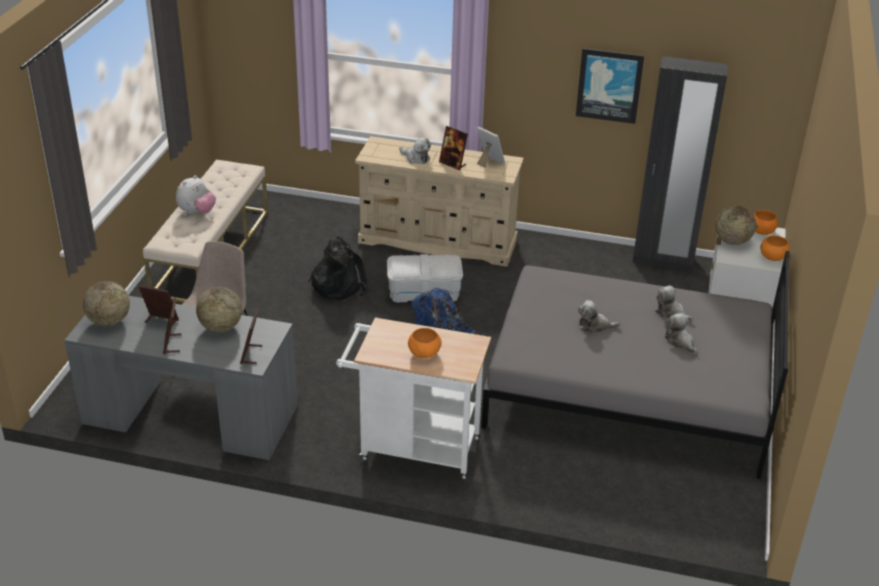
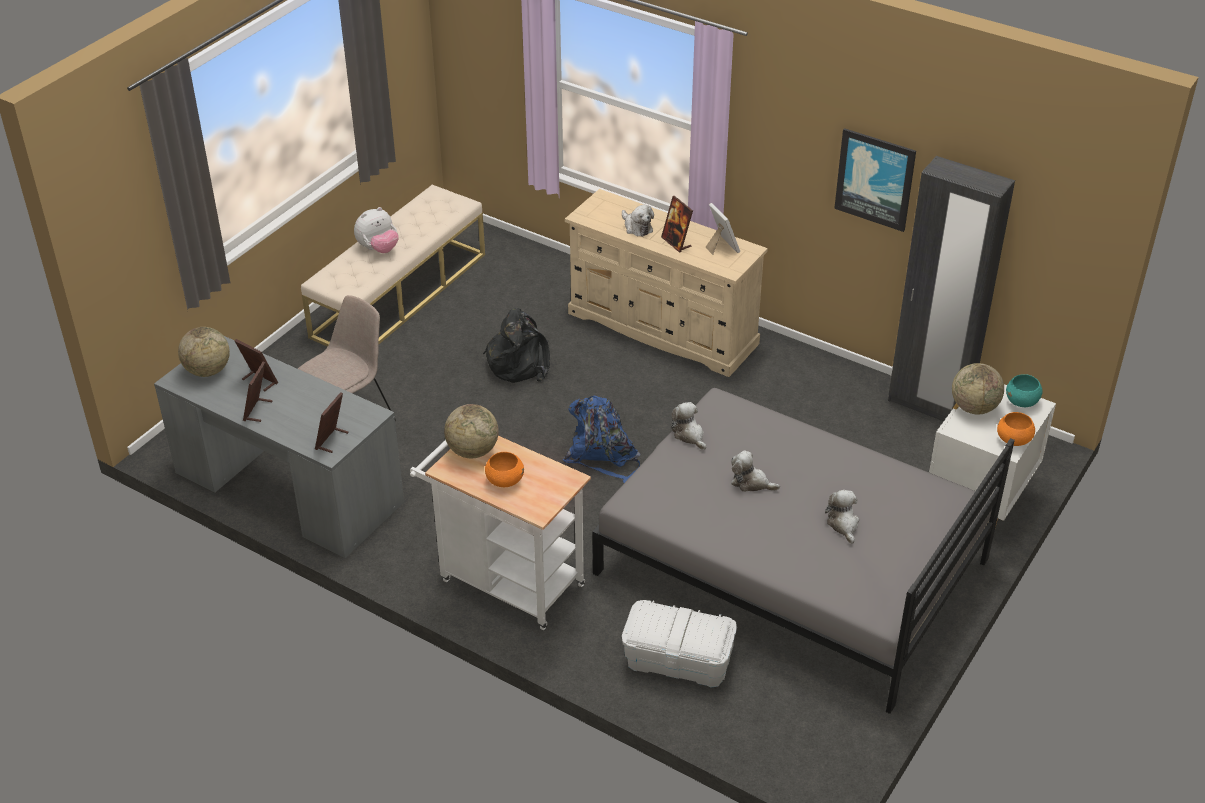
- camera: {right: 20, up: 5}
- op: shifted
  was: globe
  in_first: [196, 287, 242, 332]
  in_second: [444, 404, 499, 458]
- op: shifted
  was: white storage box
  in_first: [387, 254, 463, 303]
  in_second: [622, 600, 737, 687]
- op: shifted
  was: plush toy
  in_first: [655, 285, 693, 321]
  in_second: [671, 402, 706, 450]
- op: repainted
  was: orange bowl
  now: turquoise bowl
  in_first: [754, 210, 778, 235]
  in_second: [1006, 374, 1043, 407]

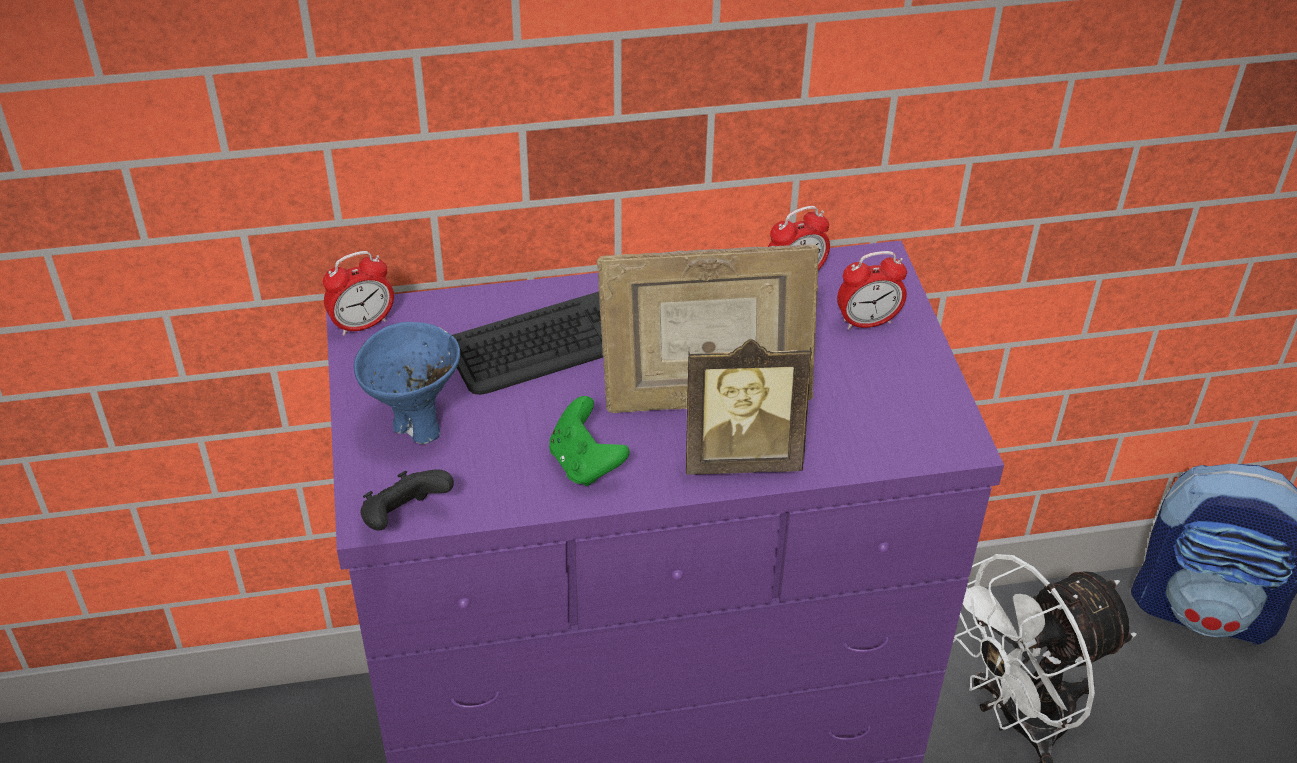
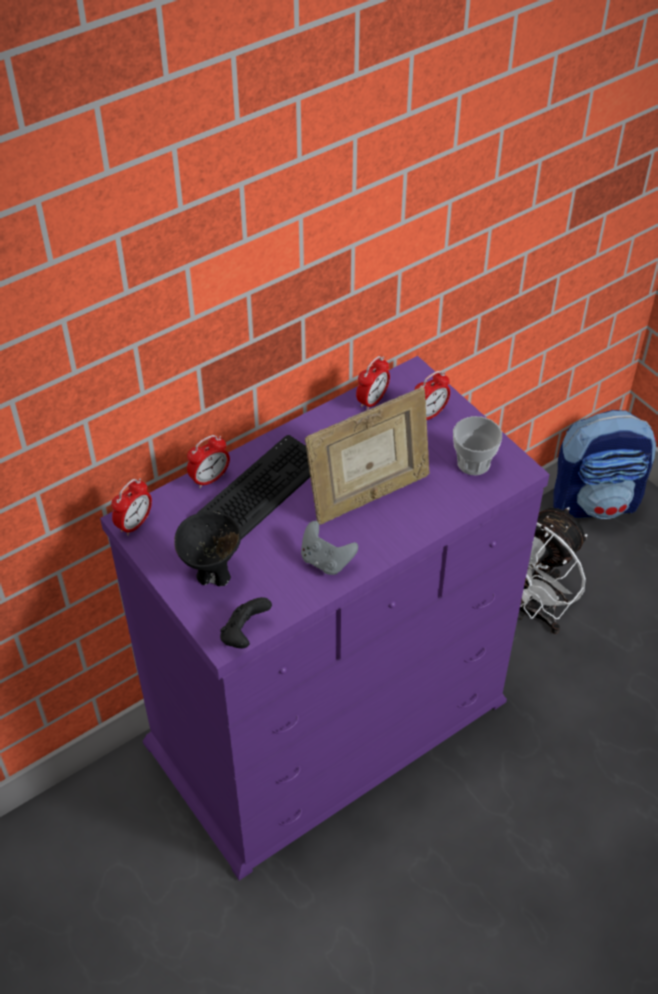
- camera: {right: -25, up: 5}
- op: gone
  was: picture frame
  in_first: [686, 339, 812, 475]
- op: new
  now: alarm clock
  in_second: [187, 435, 230, 488]
- op: new
  now: cup
  in_second: [453, 416, 502, 475]
- op: repainted
  was: blue bowl
  now: black bowl
  in_first: [354, 322, 460, 444]
  in_second: [174, 512, 241, 586]
- op: repainted
  was: green game controller
  now: grey game controller
  in_first: [549, 396, 630, 487]
  in_second: [301, 521, 358, 575]

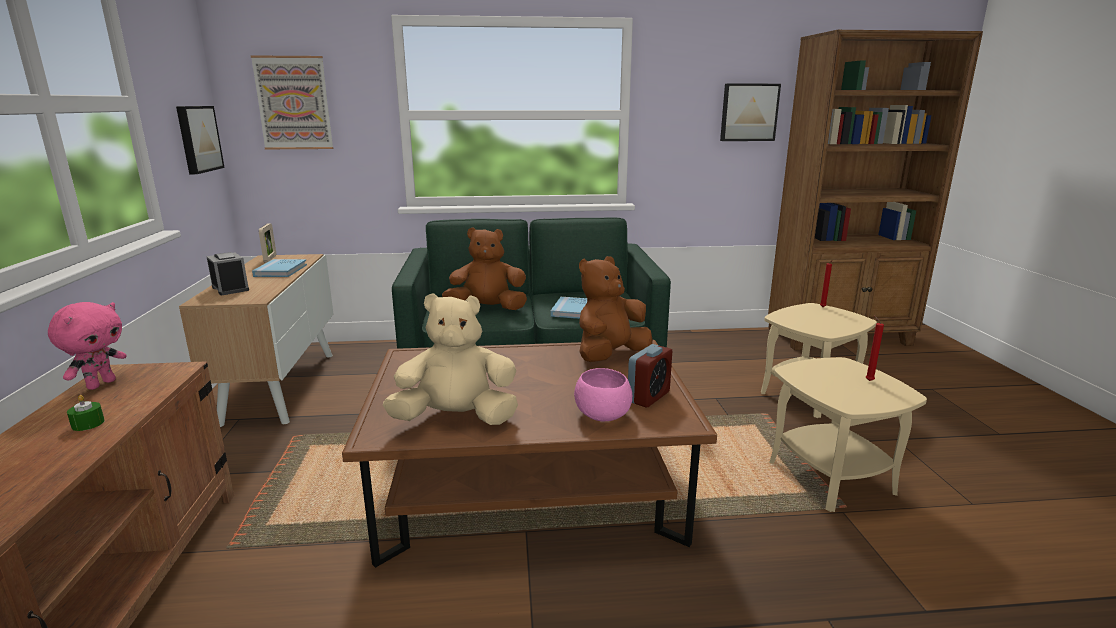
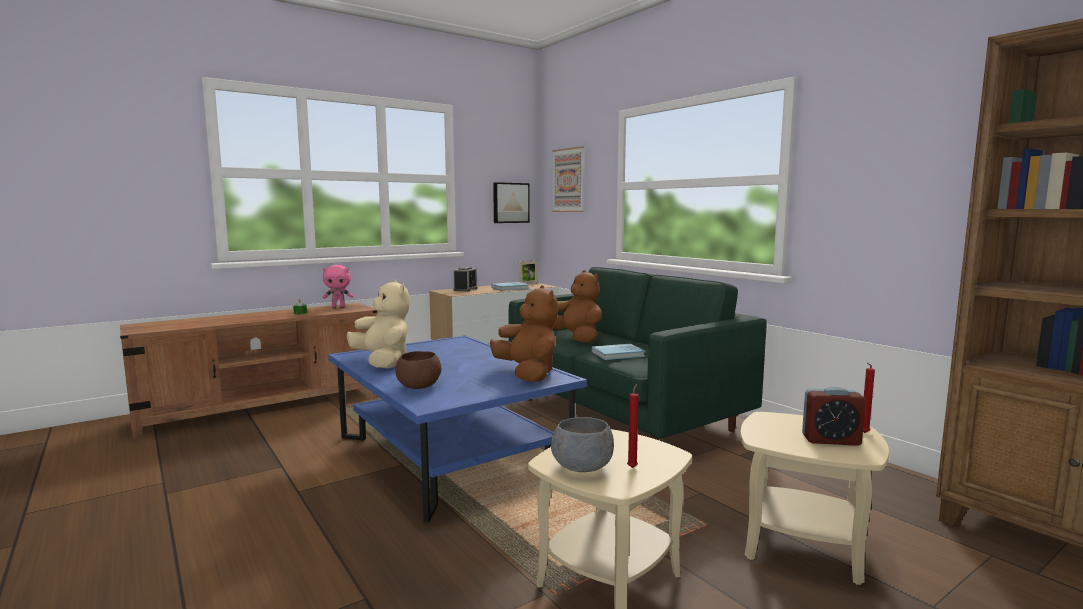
- camera: {right: 60, up: -10}
- op: gone
  was: picture
  in_first: [720, 84, 781, 141]
- op: new
  now: grey bowl
  in_second: [551, 417, 614, 472]
- op: shifted
  was: alarm clock
  in_first: [628, 344, 672, 407]
  in_second: [802, 387, 866, 446]
- op: repainted
  was: brown coffee table
  now: blue coffee table
  in_first: [342, 340, 717, 568]
  in_second: [328, 336, 587, 523]
- op: repainted
  was: pink bowl
  now: brown bowl
  in_first: [574, 368, 633, 421]
  in_second: [395, 351, 441, 389]
- op: rotated
  was: brown plush toy
  in_first: [579, 256, 653, 362]
  in_second: [490, 285, 558, 382]
  clockwise: 45

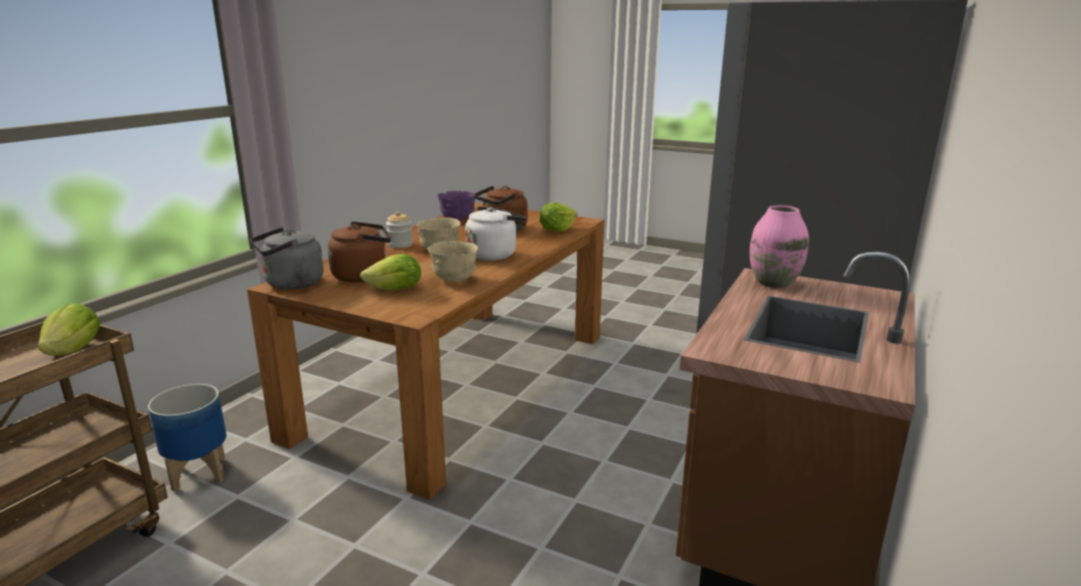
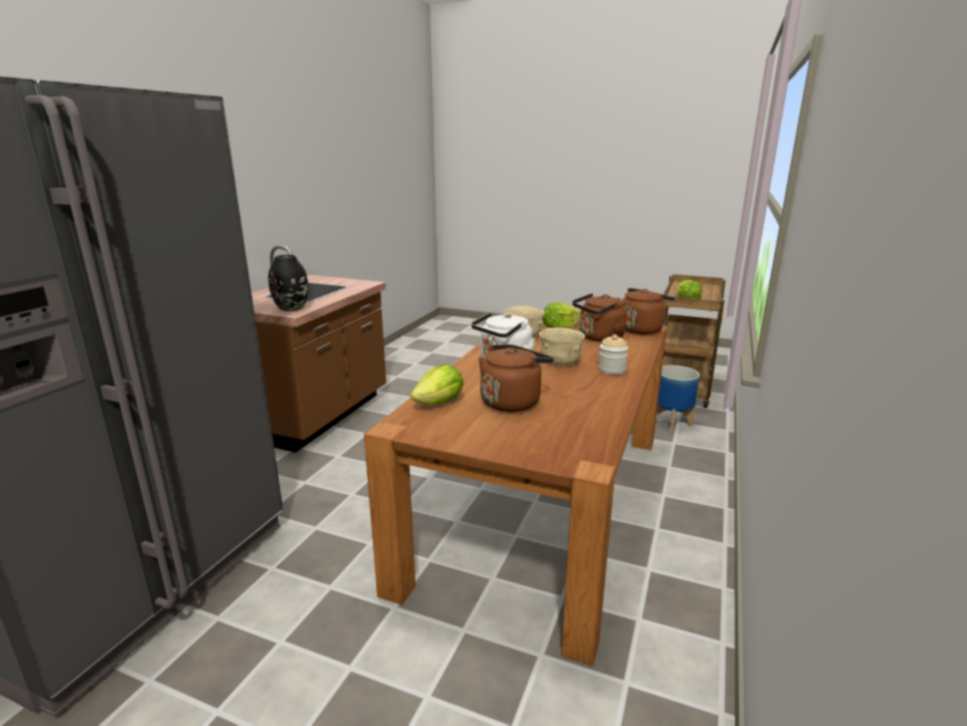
- camera: {right: 175, up: 0}
- op: gone
  was: purple bowl
  in_first: [437, 191, 475, 221]
- op: repainted
  was: grey kettle
  now: brown kettle
  in_first: [251, 227, 324, 289]
  in_second: [617, 288, 675, 335]
- op: repainted
  was: pink vase
  now: black vase
  in_first: [750, 205, 809, 288]
  in_second: [268, 255, 308, 311]

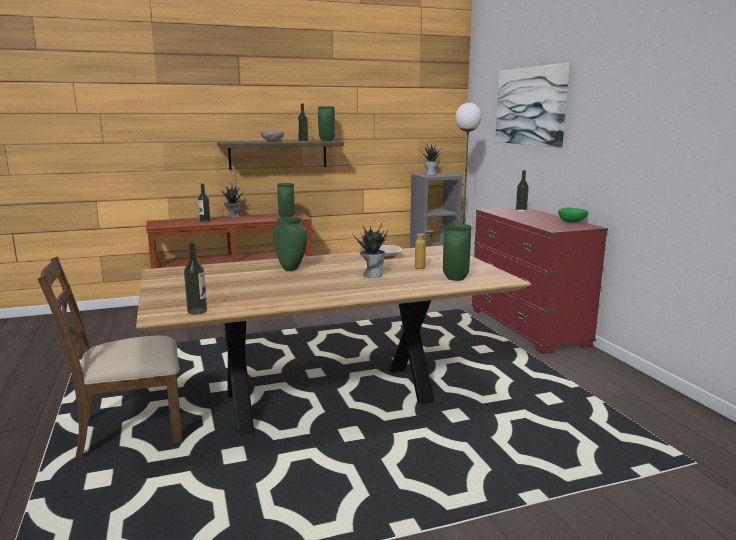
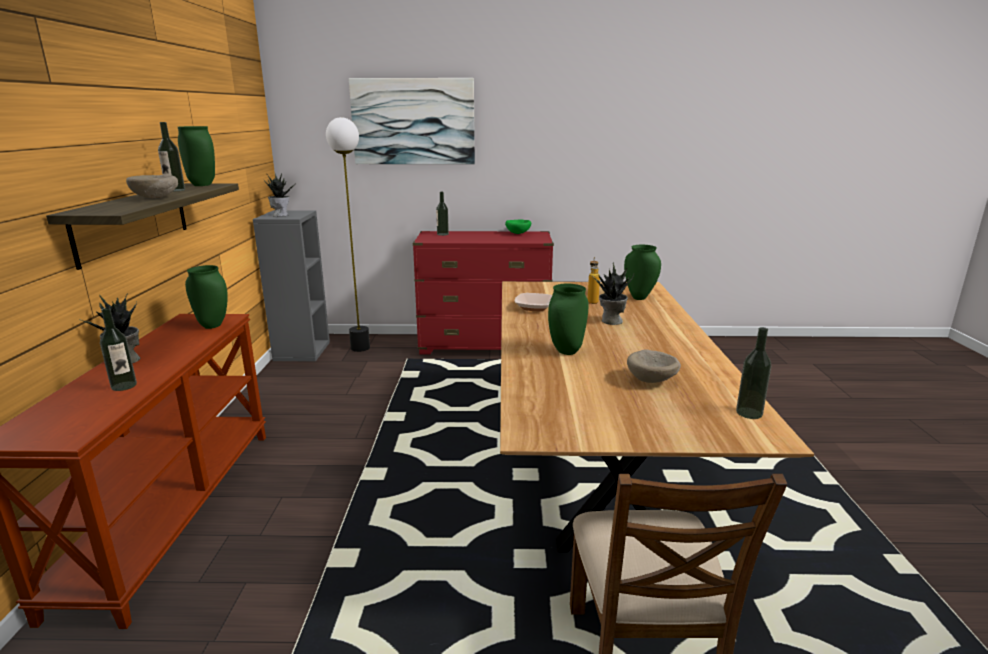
- camera: {right: -70, up: 5}
- op: new
  now: beige bowl
  in_second: [627, 349, 681, 383]

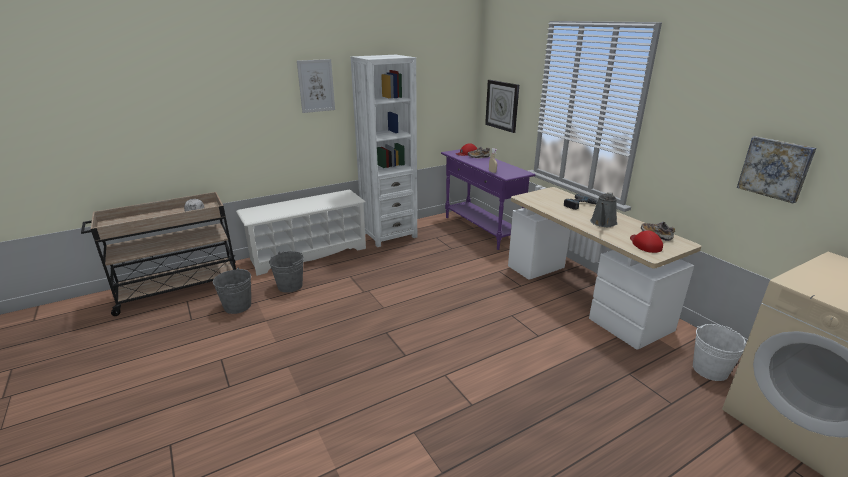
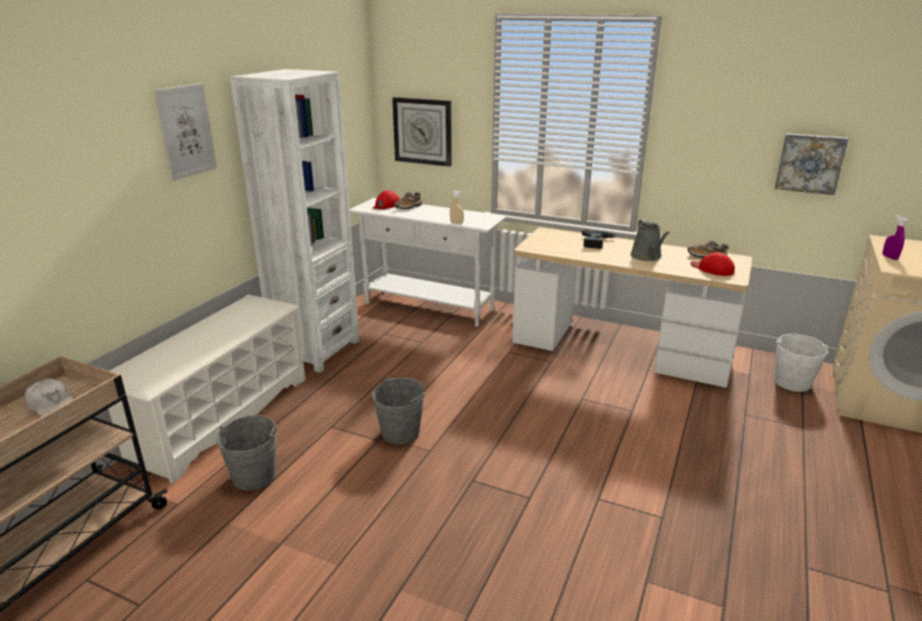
- camera: {right: -35, up: 0}
- op: new
  now: purple spray bottle
  in_second: [883, 215, 908, 260]
- op: shifted
  was: grey bucket
  in_first: [213, 268, 251, 314]
  in_second: [372, 378, 425, 444]
- op: repainted
  was: purple console table
  now: white console table
  in_first: [441, 149, 536, 250]
  in_second: [350, 198, 507, 327]

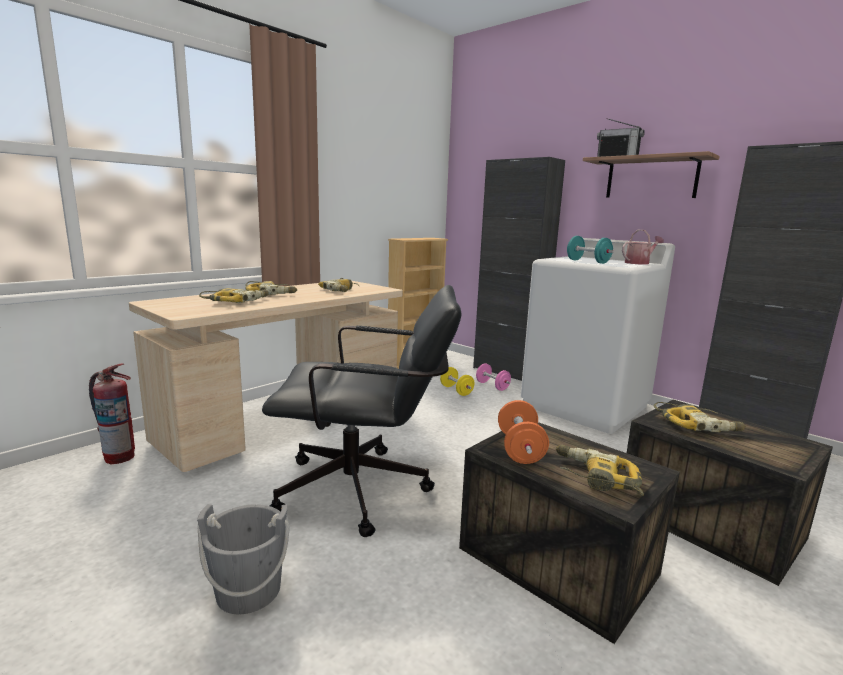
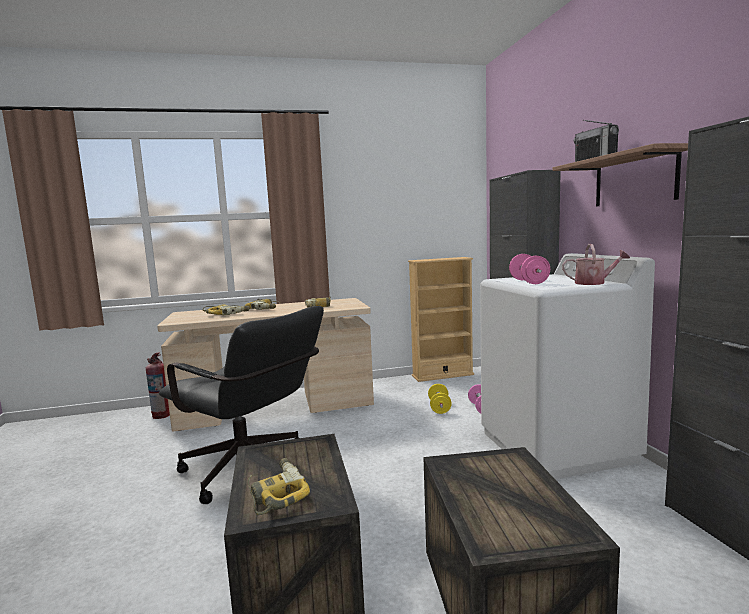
- camera: {right: 35, up: -5}
- op: gone
  was: grey bucket
  in_first: [197, 504, 290, 614]
- op: gone
  was: orange dumbbell
  in_first: [498, 400, 549, 464]
- op: gone
  was: power drill
  in_first: [653, 402, 746, 432]
- op: repainted
  was: turquoise dumbbell
  now: pink dumbbell
  in_first: [567, 236, 614, 264]
  in_second: [509, 254, 550, 284]

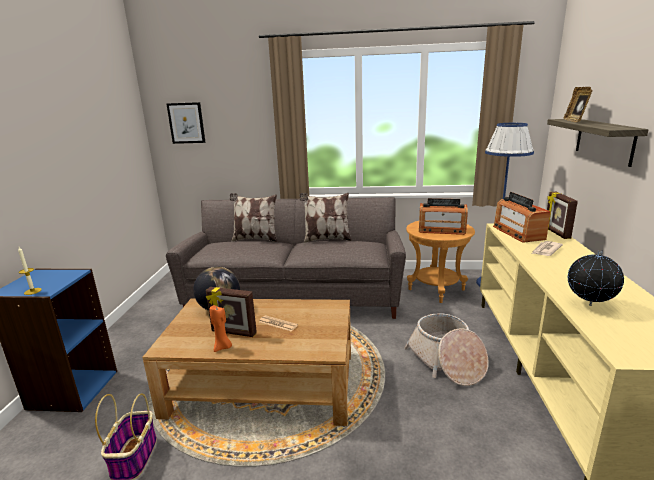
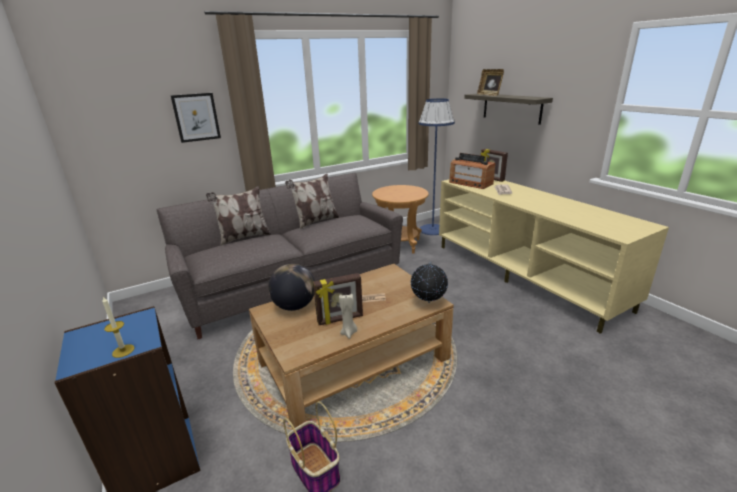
- camera: {right: -35, up: 5}
- op: gone
  was: basket
  in_first: [404, 313, 489, 386]
- op: gone
  was: radio
  in_first: [419, 198, 468, 235]
- op: shifted
  was: picture
  in_first: [167, 102, 206, 144]
  in_second: [171, 93, 221, 143]
- op: shifted
  was: globe
  in_first: [568, 251, 624, 306]
  in_second: [411, 262, 448, 303]
- op: repainted
  was: orange candle
  now: beige candle
  in_first: [209, 305, 232, 352]
  in_second: [339, 294, 357, 339]

